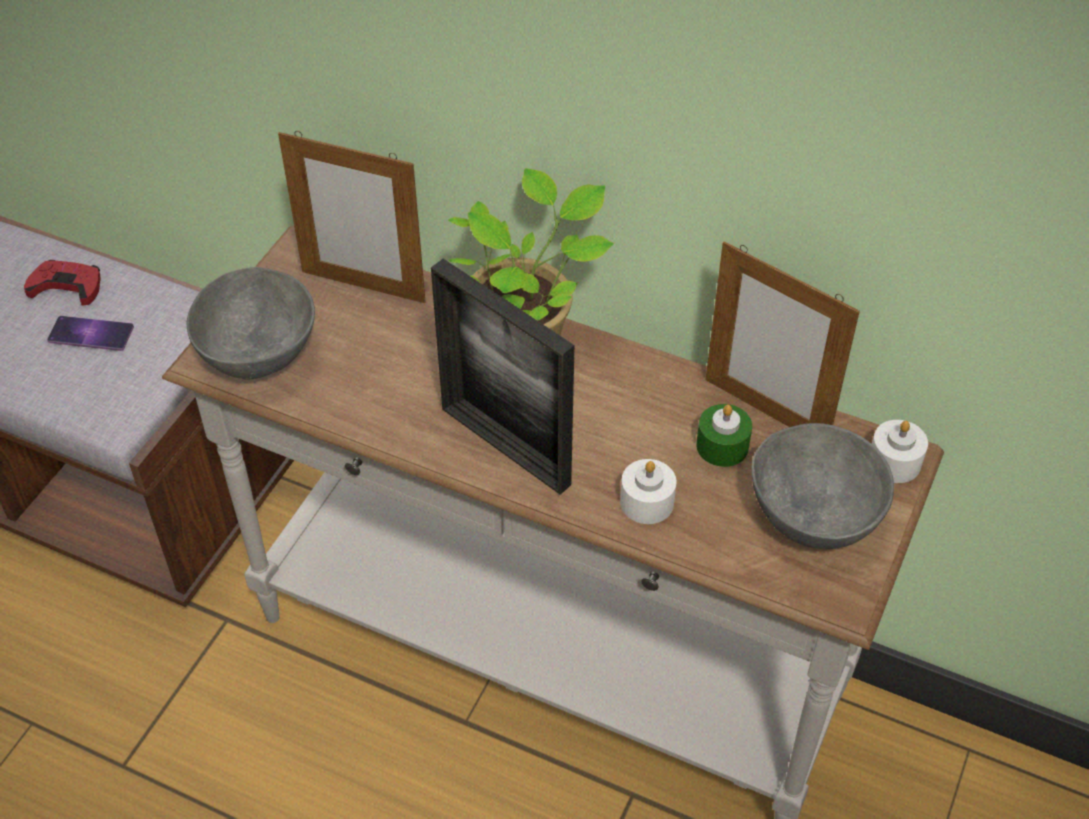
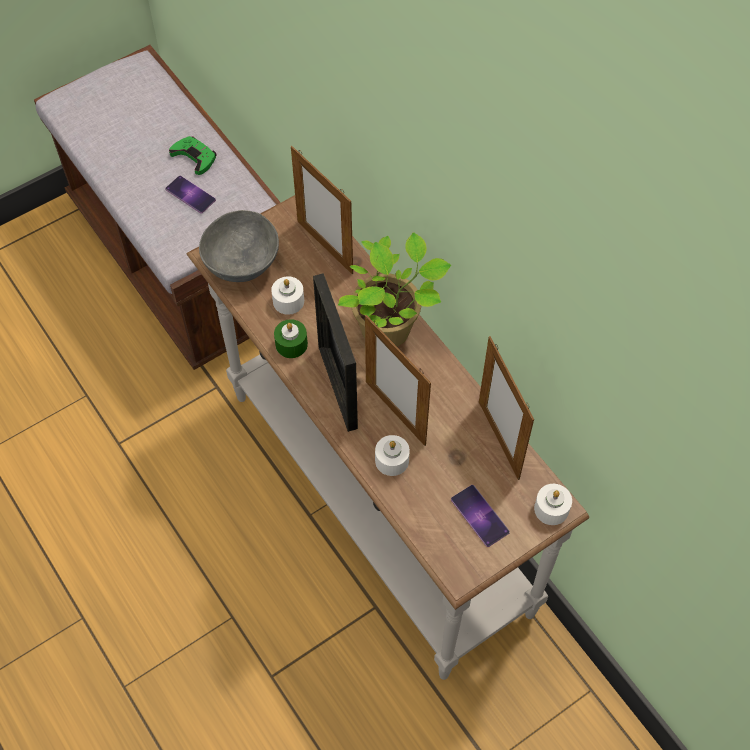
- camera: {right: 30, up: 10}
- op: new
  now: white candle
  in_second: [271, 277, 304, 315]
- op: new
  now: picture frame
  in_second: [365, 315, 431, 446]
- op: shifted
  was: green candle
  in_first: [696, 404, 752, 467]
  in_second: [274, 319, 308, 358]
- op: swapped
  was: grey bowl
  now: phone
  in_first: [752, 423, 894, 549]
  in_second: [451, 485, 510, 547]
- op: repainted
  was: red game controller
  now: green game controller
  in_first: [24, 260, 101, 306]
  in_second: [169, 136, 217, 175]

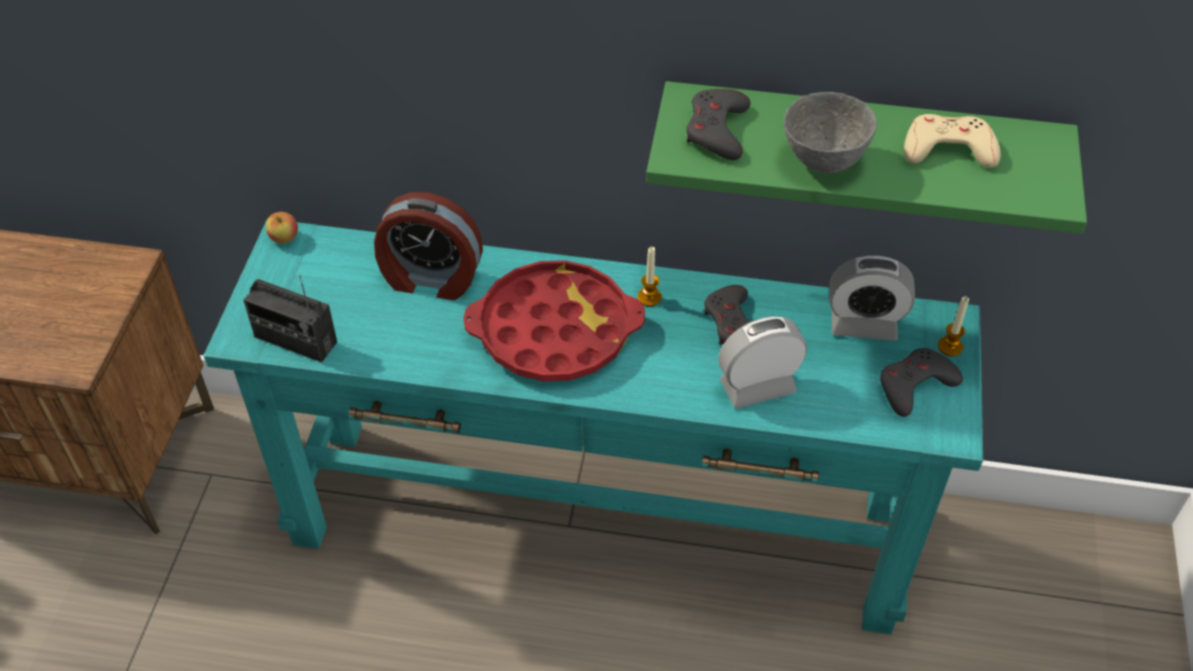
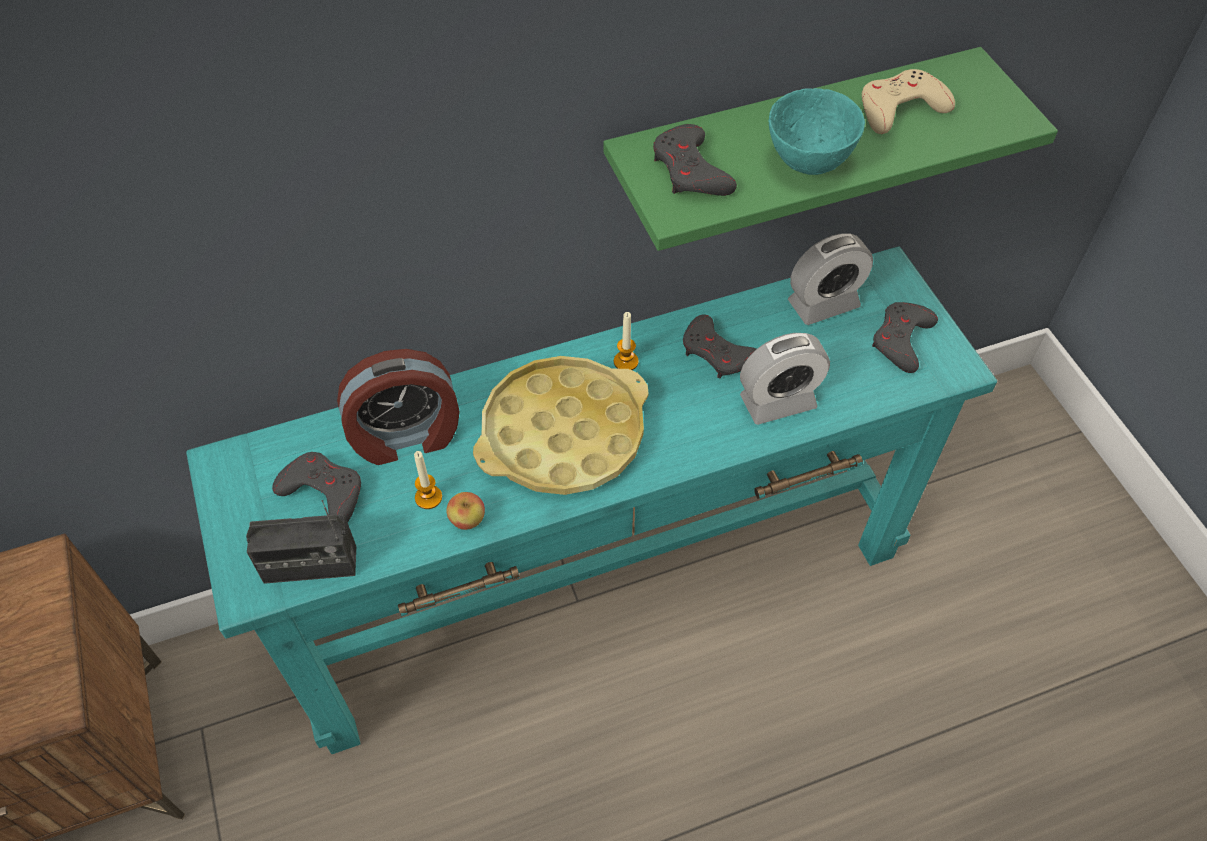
- camera: {right: -30, up: 5}
- op: new
  now: grey game controller
  in_second: [272, 452, 361, 522]
- op: shifted
  was: apple
  in_first: [266, 212, 298, 244]
  in_second: [446, 492, 485, 530]
- op: shifted
  was: candle
  in_first: [938, 296, 969, 356]
  in_second: [414, 451, 442, 509]
- op: repainted
  was: red tray
  now: yellow tray
  in_first: [463, 260, 645, 381]
  in_second: [473, 356, 649, 495]
- op: repainted
  was: grey bowl
  now: turquoise bowl
  in_first: [784, 92, 877, 173]
  in_second: [769, 88, 865, 175]
- op: rotated
  was: alarm clock
  in_first: [718, 316, 807, 408]
  in_second: [740, 333, 830, 425]
  clockwise: -150

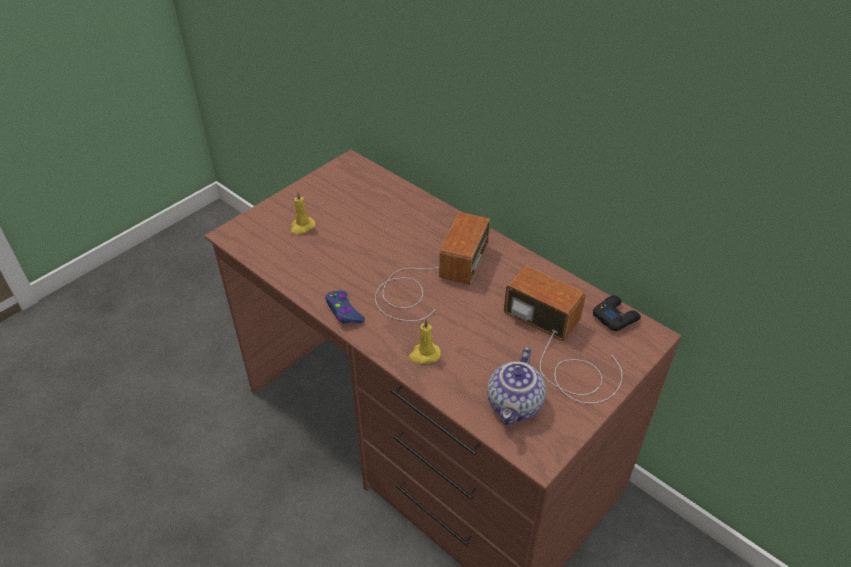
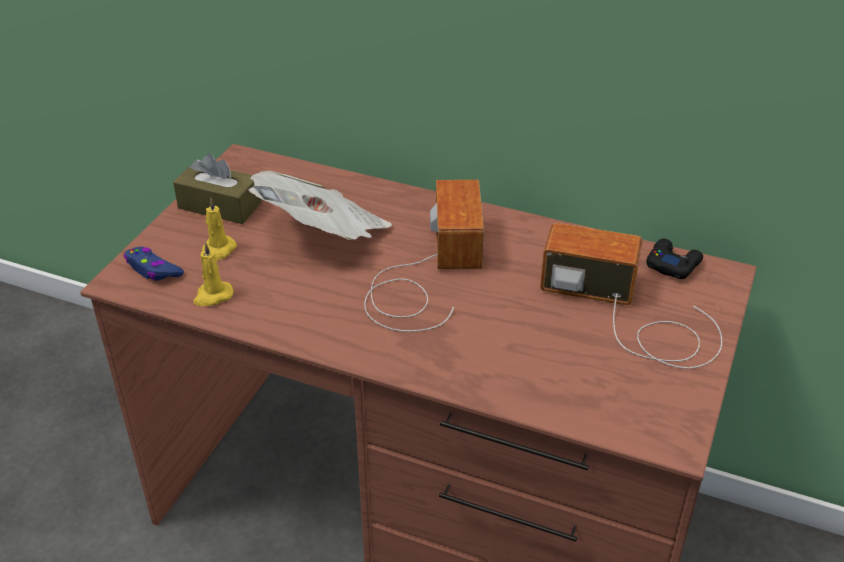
- camera: {right: -20, up: -5}
- op: gone
  was: teapot
  in_first: [487, 347, 546, 425]
- op: new
  now: brown tissue box
  in_second: [173, 153, 262, 224]
- op: new
  now: newspaper
  in_second: [248, 171, 392, 240]
- op: shifted
  was: blue game controller
  in_first: [325, 291, 365, 323]
  in_second: [124, 247, 184, 281]
- op: shifted
  was: yellow candle
  in_first: [409, 319, 441, 364]
  in_second: [193, 242, 234, 306]

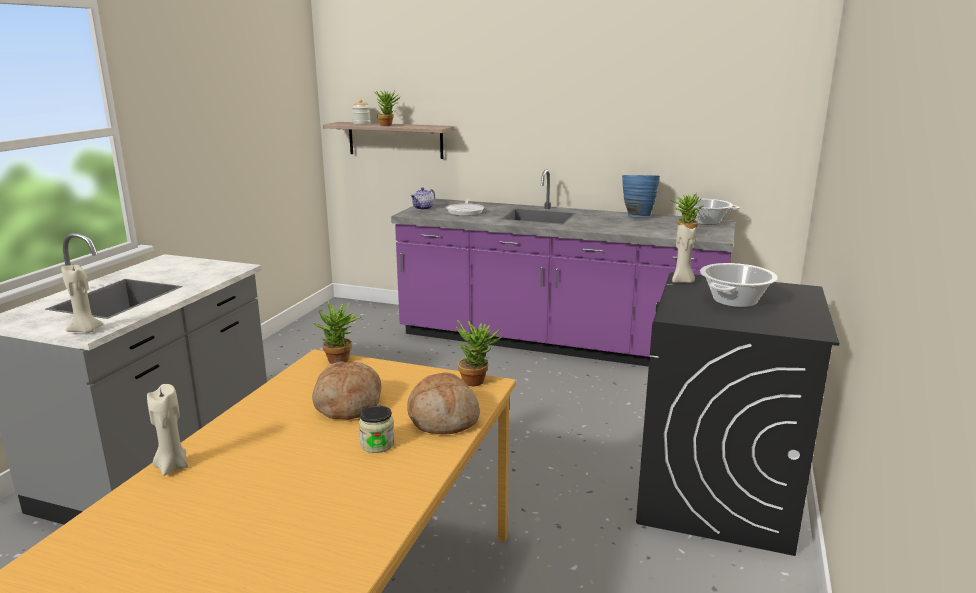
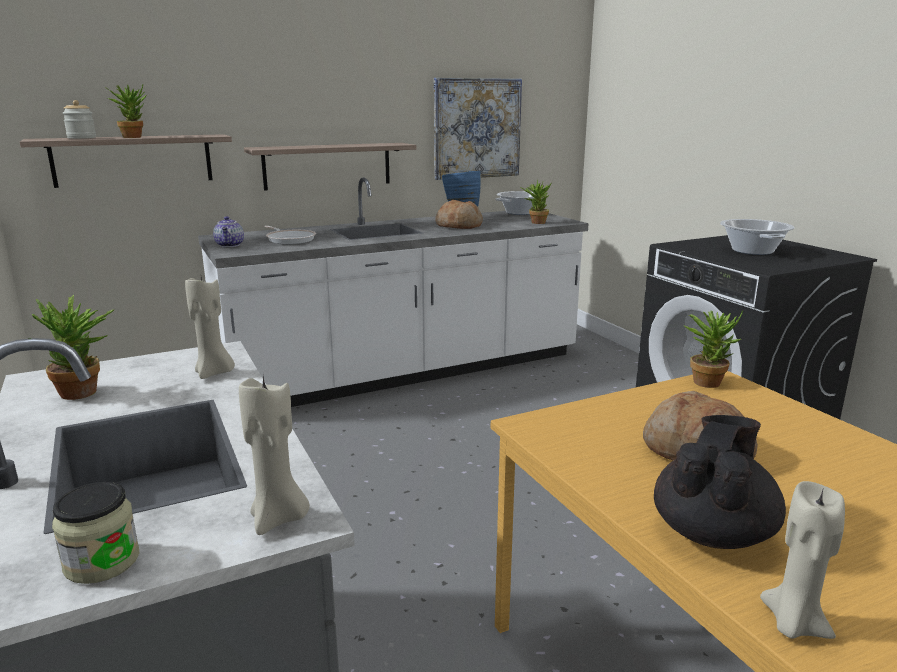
- camera: {right: -45, up: 0}
- op: new
  now: shelf
  in_second: [244, 143, 416, 191]
- op: new
  now: picture
  in_second: [434, 78, 522, 180]
- op: new
  now: black teapot
  in_second: [654, 415, 786, 549]
- op: shifted
  was: potted plant
  in_first: [314, 301, 361, 364]
  in_second: [28, 295, 115, 400]
- op: shifted
  was: jar
  in_first: [359, 406, 395, 453]
  in_second: [52, 482, 139, 584]
- op: shifted
  was: bread
  in_first: [407, 372, 480, 435]
  in_second: [435, 200, 483, 229]
- op: shifted
  was: beige candle
  in_first: [672, 222, 696, 283]
  in_second: [185, 277, 235, 379]
- op: repainted
  was: purple counter
  now: white counter
  in_first: [391, 169, 735, 367]
  in_second: [198, 177, 589, 407]

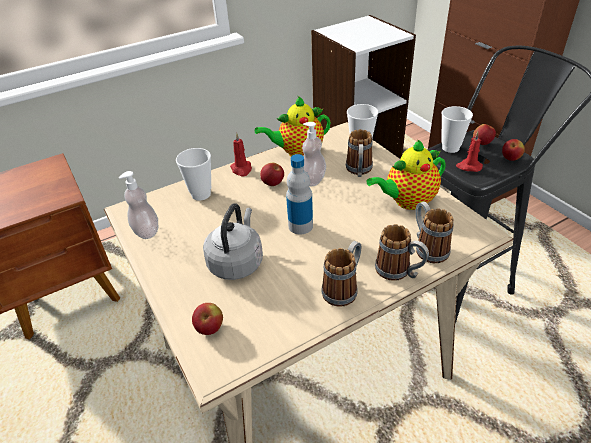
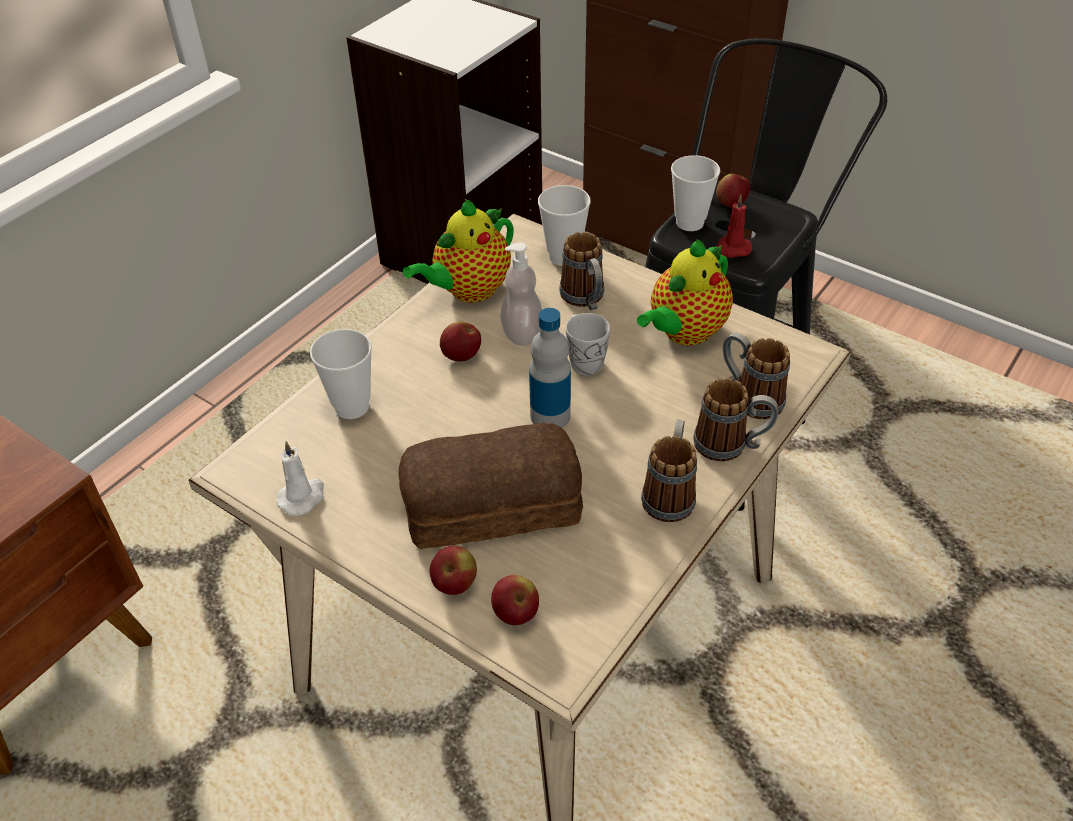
- camera: {right: -25, up: 5}
- op: gone
  was: red candle
  in_first: [230, 132, 252, 177]
- op: new
  now: white mug
  in_second: [566, 313, 610, 376]
- op: shifted
  was: apple
  in_first: [502, 139, 525, 161]
  in_second: [430, 546, 477, 595]
- op: swapped
  was: soap dispenser
  now: white candle
  in_first: [119, 171, 158, 239]
  in_second: [276, 441, 324, 516]
- op: swapped
  was: grey kettle
  now: bread
  in_first: [203, 204, 263, 280]
  in_second: [398, 423, 583, 549]

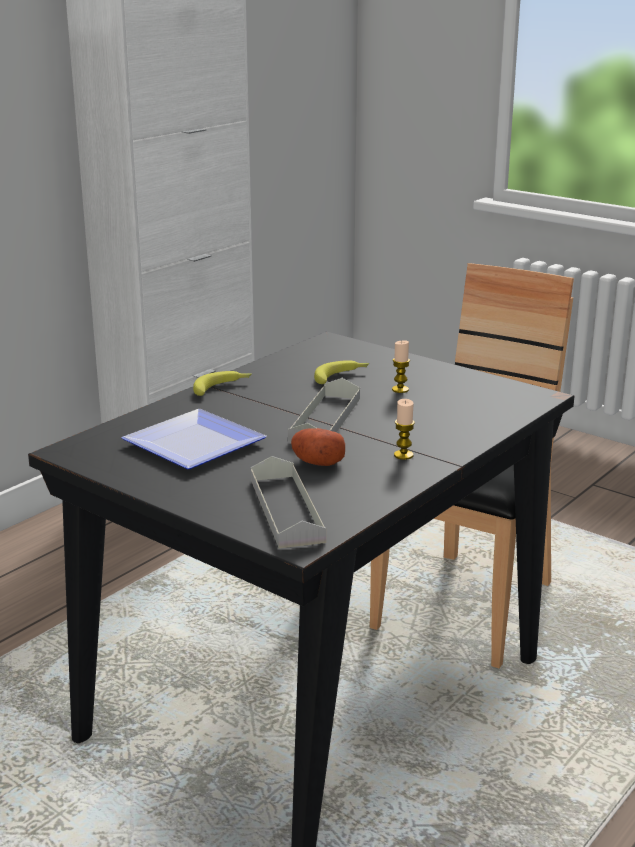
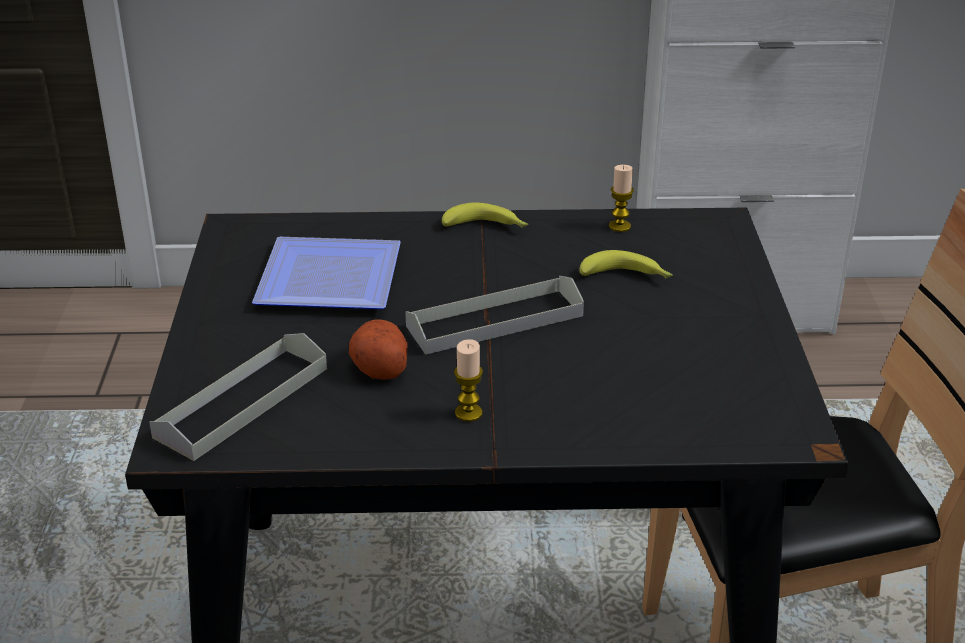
- camera: {right: 50, up: 10}
- op: shifted
  was: candle
  in_first: [392, 340, 410, 393]
  in_second: [609, 165, 634, 232]

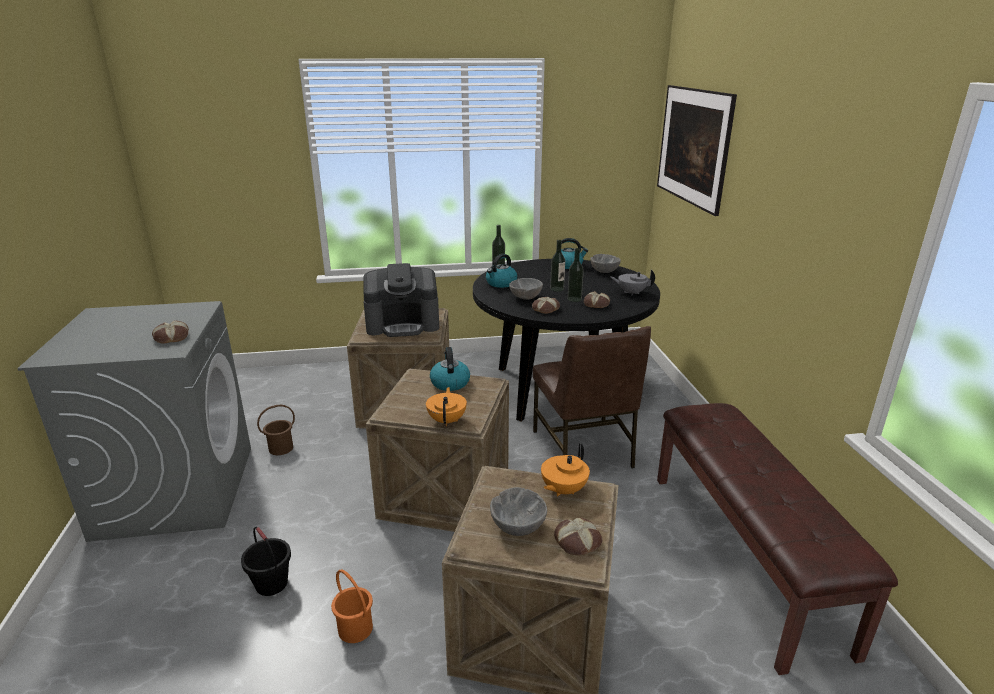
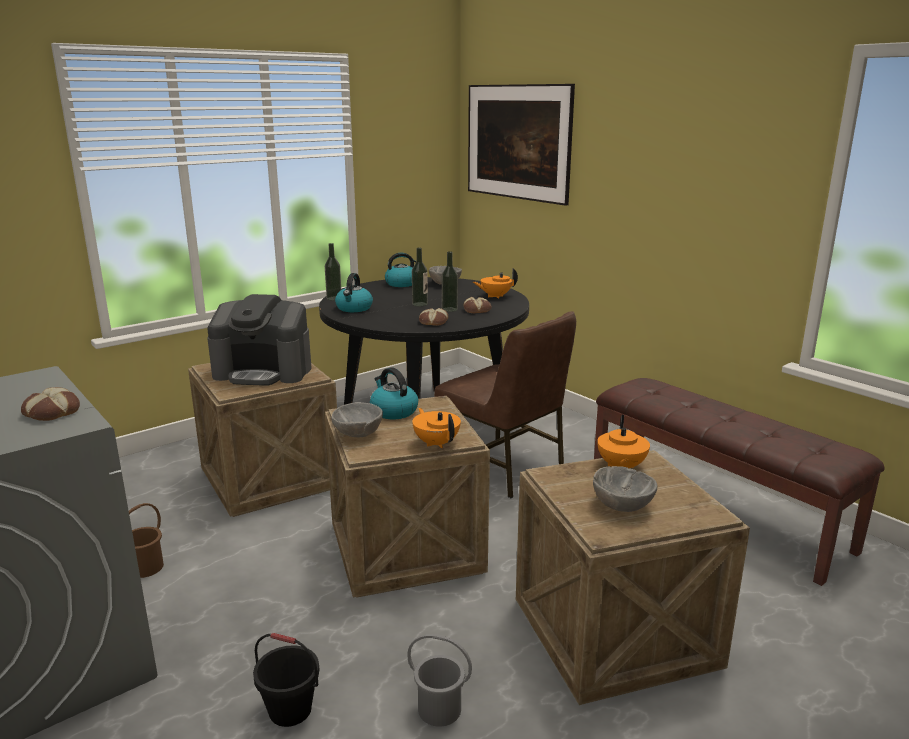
- camera: {right: -30, up: -5}
- op: gone
  was: bread
  in_first: [554, 517, 602, 555]
- op: shifted
  was: grey bowl
  in_first: [509, 278, 543, 300]
  in_second: [331, 402, 383, 437]
- op: repainted
  was: orange bucket
  now: grey bucket
  in_first: [331, 569, 373, 643]
  in_second: [407, 634, 472, 727]
- op: repainted
  was: grey teapot
  now: orange teapot
  in_first: [610, 270, 655, 294]
  in_second: [473, 268, 518, 299]
- op: rotated
  was: coffee machine
  in_first: [363, 263, 439, 337]
  in_second: [207, 294, 311, 386]
  clockwise: 45

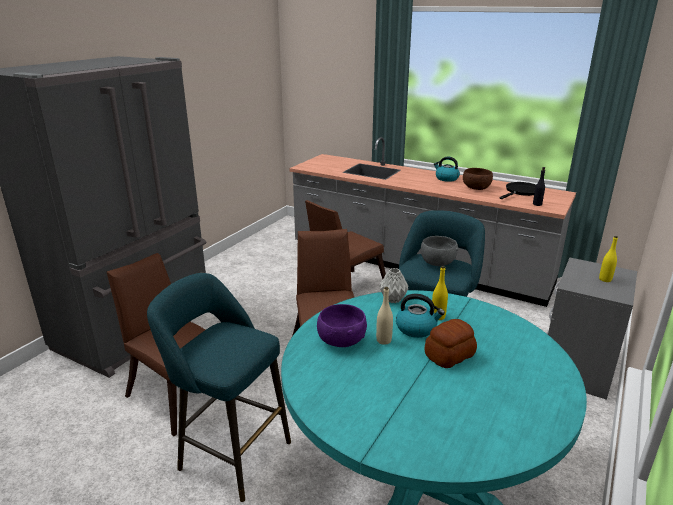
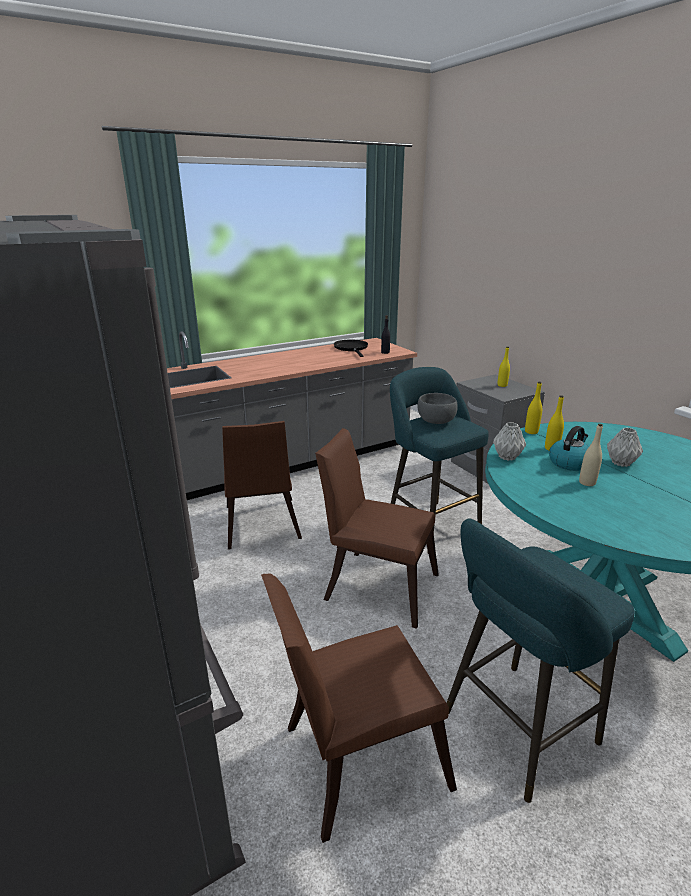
- camera: {right: -60, up: 0}
- op: gone
  was: purple bowl
  in_first: [317, 304, 367, 347]
- op: gone
  was: kettle
  in_first: [434, 157, 460, 182]
- op: gone
  was: brown bowl
  in_first: [463, 168, 493, 190]
- op: new
  now: yellow bottle
  in_second: [525, 382, 542, 434]
- op: swapped
  was: bread
  now: grey vase
  in_first: [425, 319, 477, 368]
  in_second: [607, 427, 643, 467]

